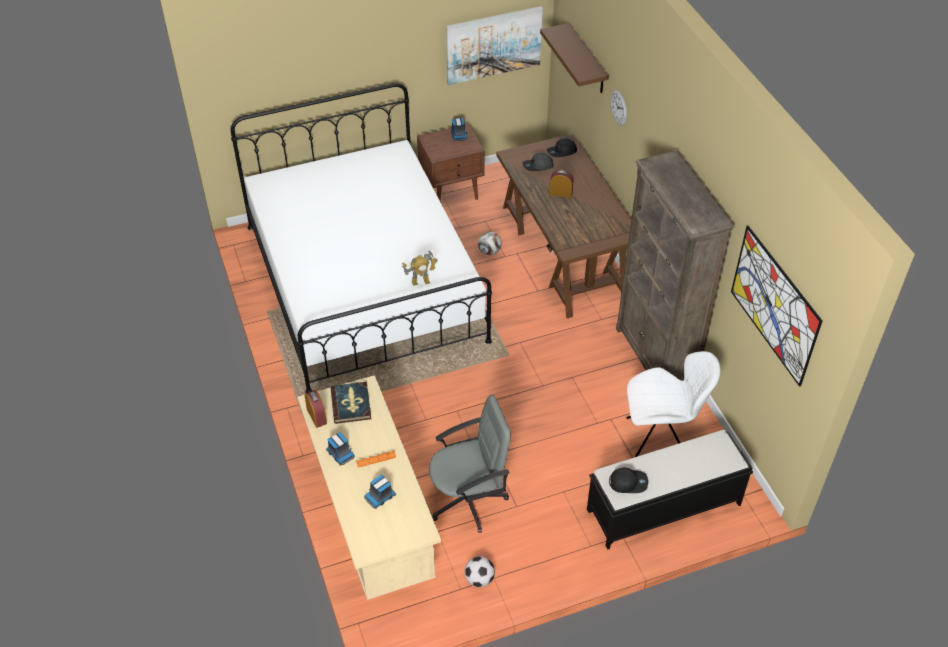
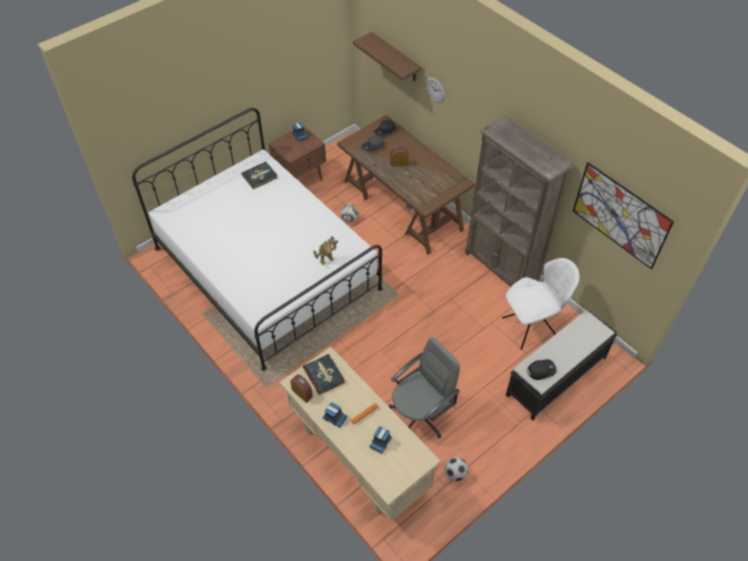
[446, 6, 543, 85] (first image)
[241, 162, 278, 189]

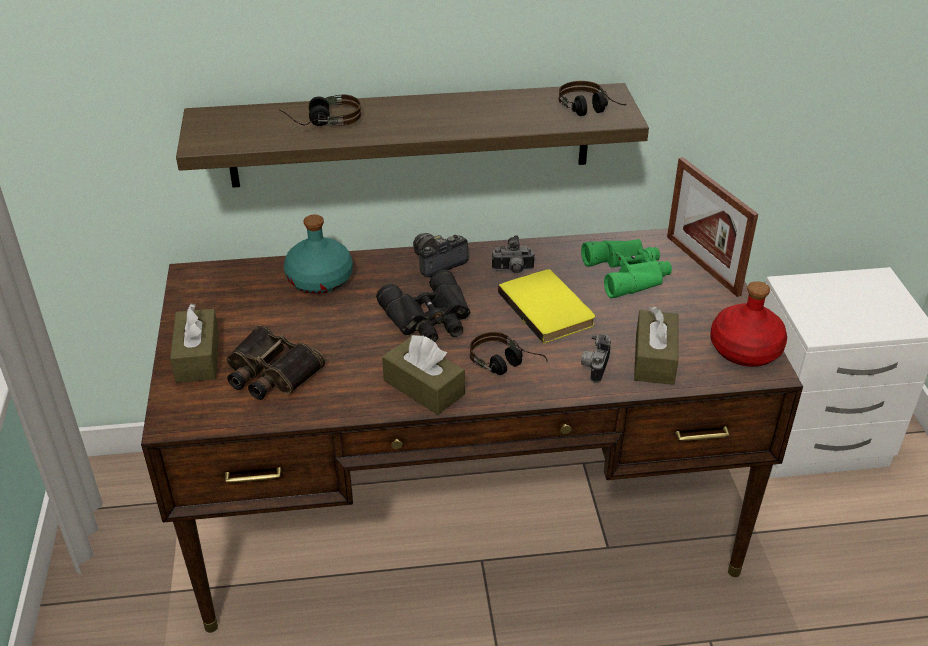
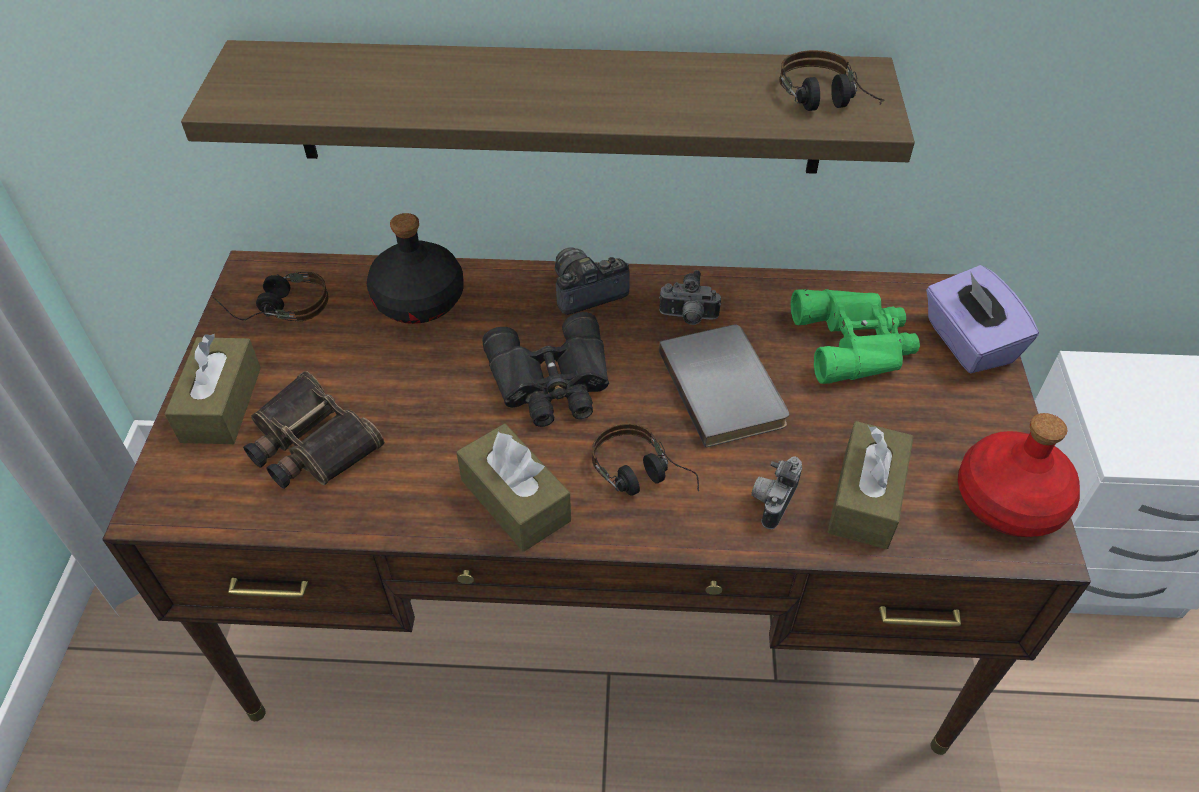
[213, 272, 328, 322]
[926, 265, 1039, 373]
[367, 213, 464, 324]
[659, 325, 789, 448]

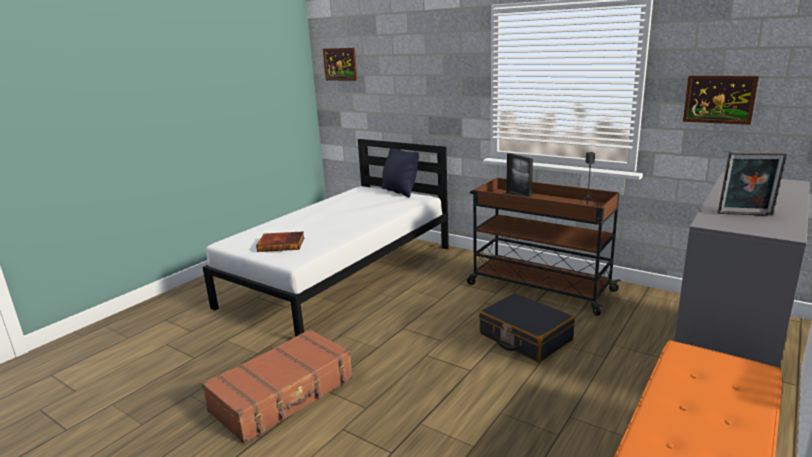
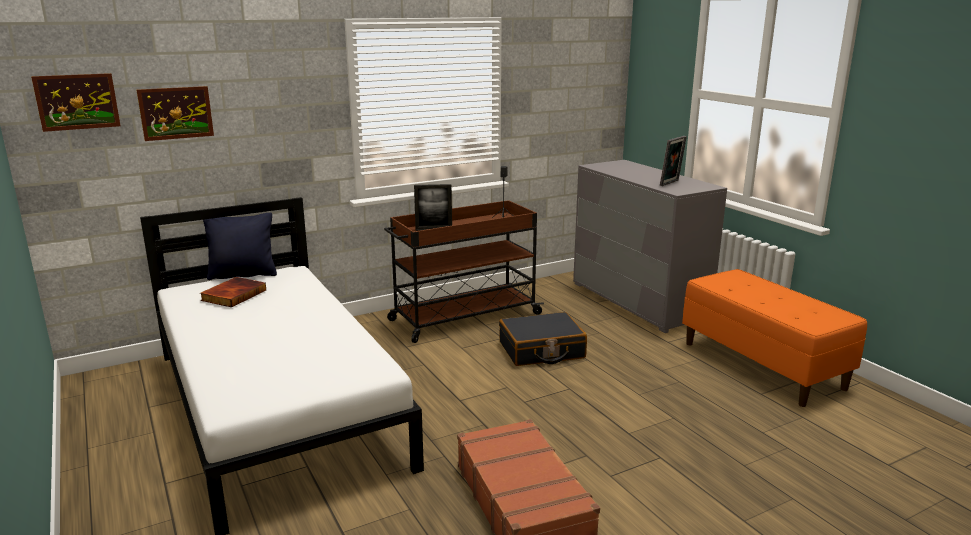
[200, 277, 266, 307]
[136, 86, 214, 141]

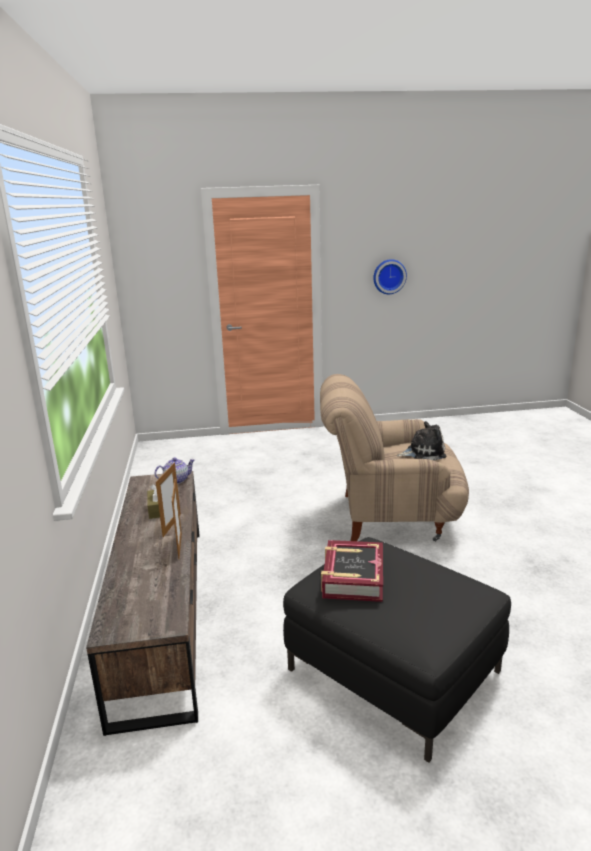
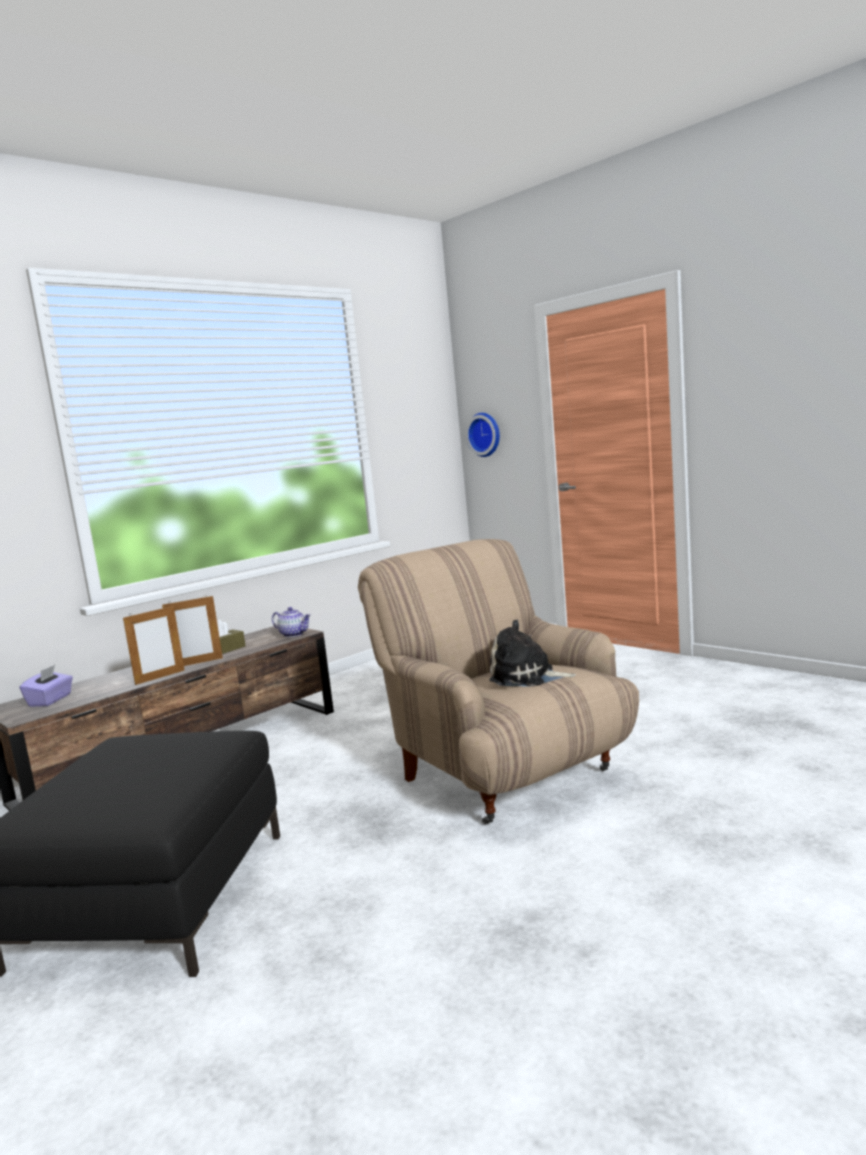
[321, 540, 383, 602] (first image)
[20, 665, 73, 707]
[466, 413, 500, 457]
[489, 619, 576, 686]

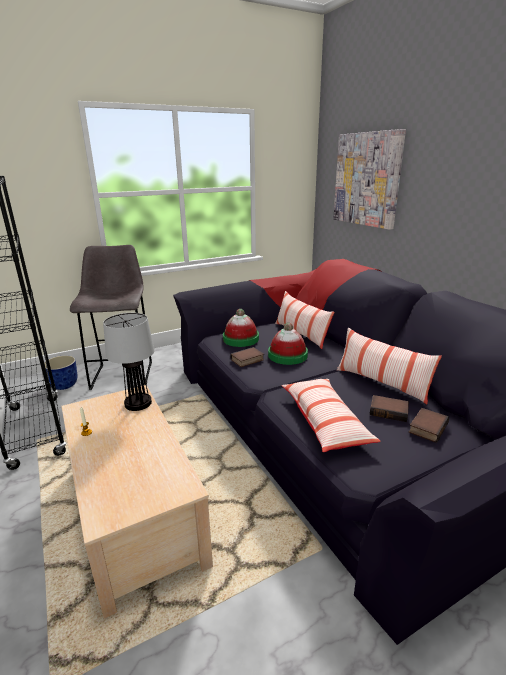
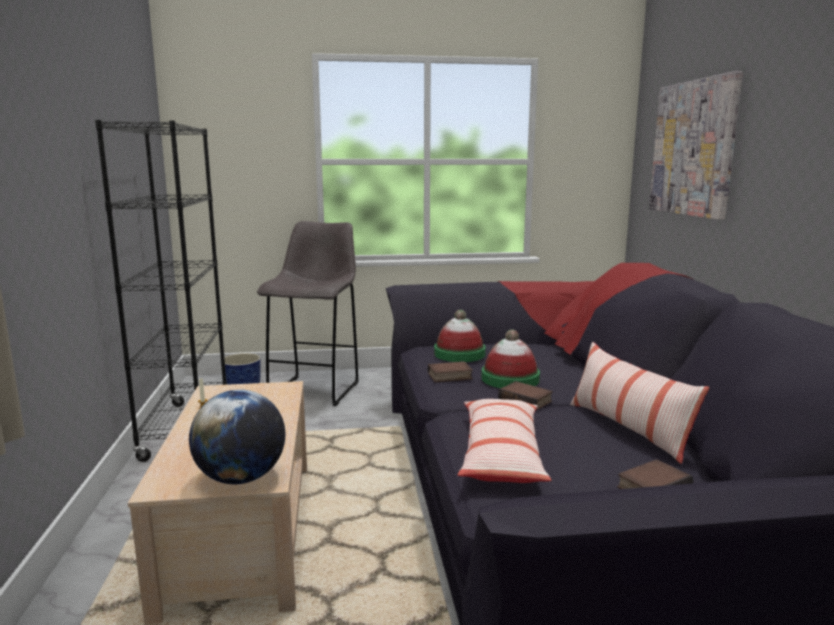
[103, 313, 155, 411] (first image)
[275, 291, 334, 349] (first image)
[189, 389, 285, 484]
[498, 381, 553, 410]

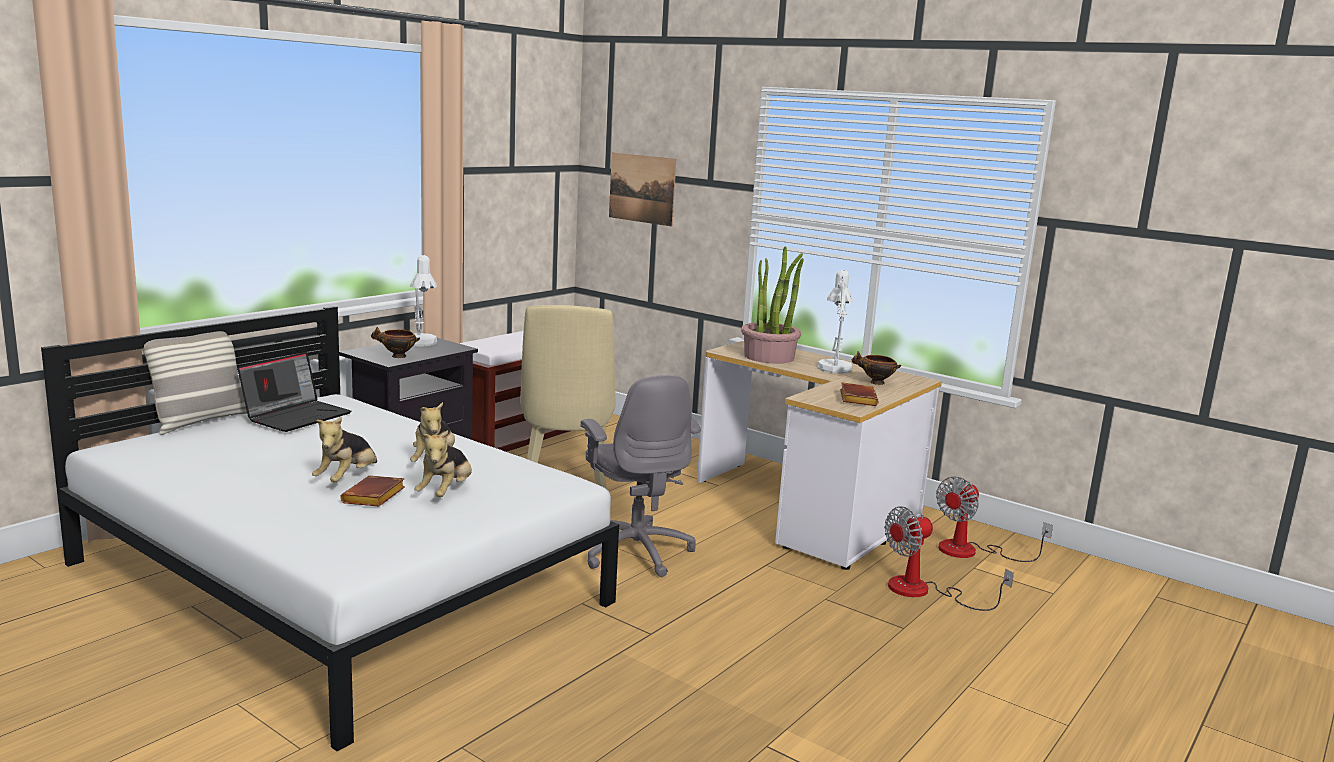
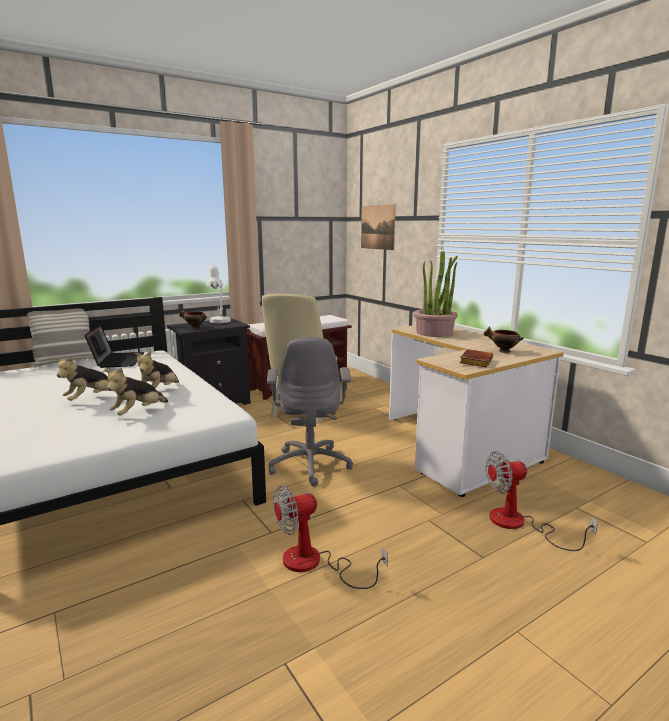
[340, 475, 405, 506] (first image)
[818, 269, 853, 374] (first image)
[273, 485, 388, 589]
[84, 324, 145, 368]

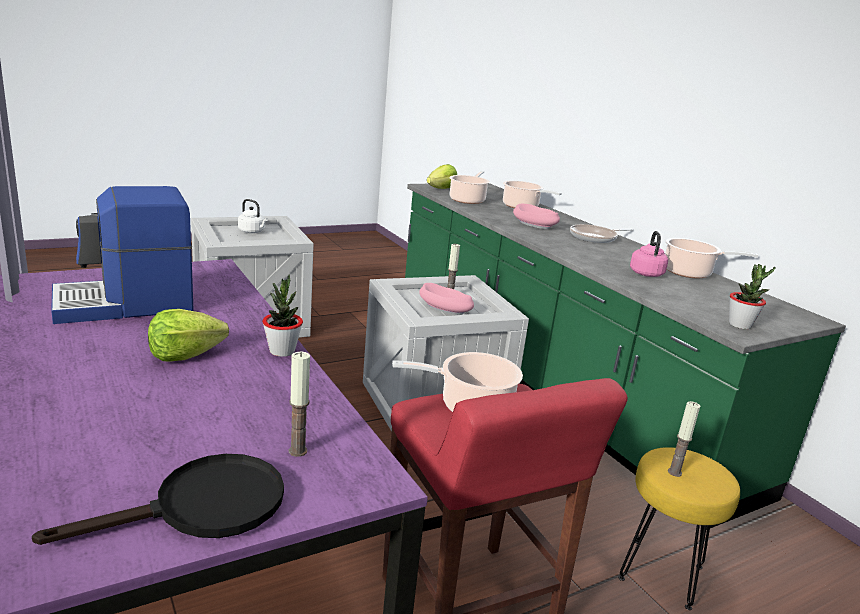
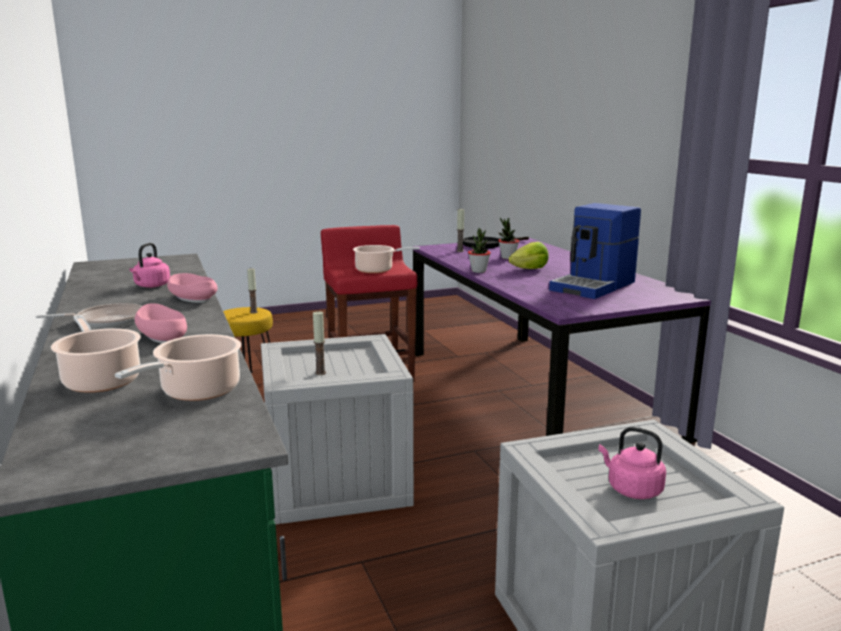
[427, 164, 457, 189] (first image)
[665, 238, 758, 279] (first image)
[167, 273, 218, 303]
[498, 217, 519, 259]
[599, 427, 666, 499]
[549, 203, 641, 299]

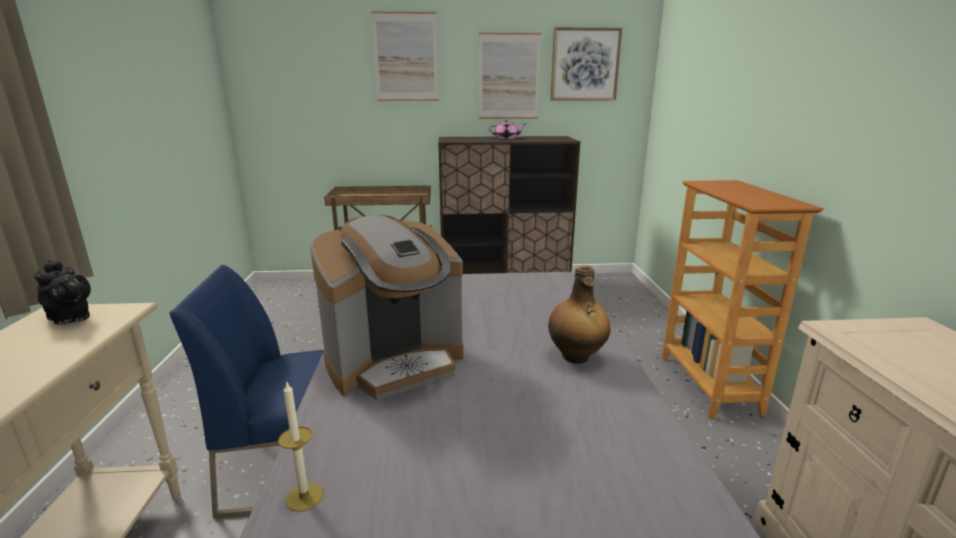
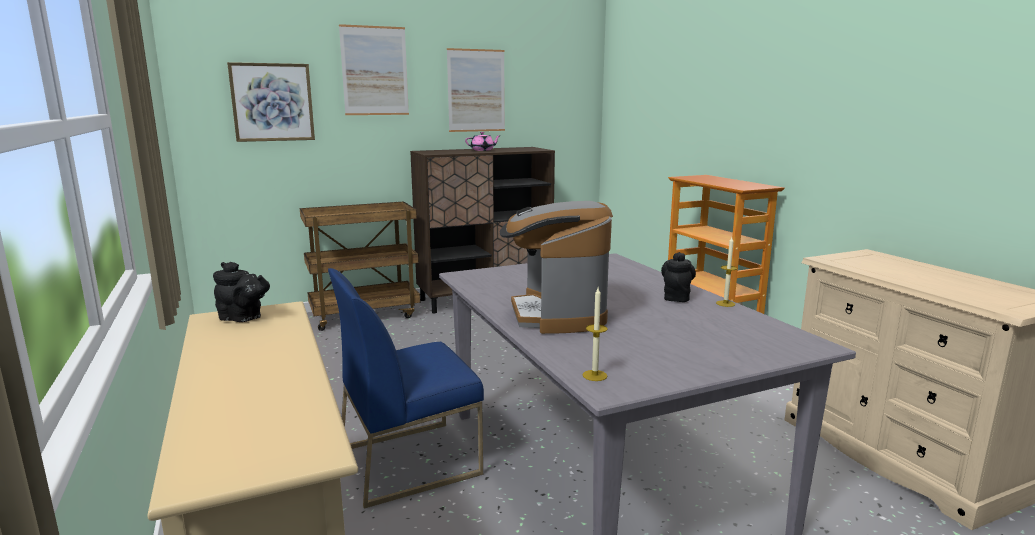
[716, 237, 737, 307]
[227, 62, 315, 142]
[661, 252, 696, 302]
[500, 201, 613, 334]

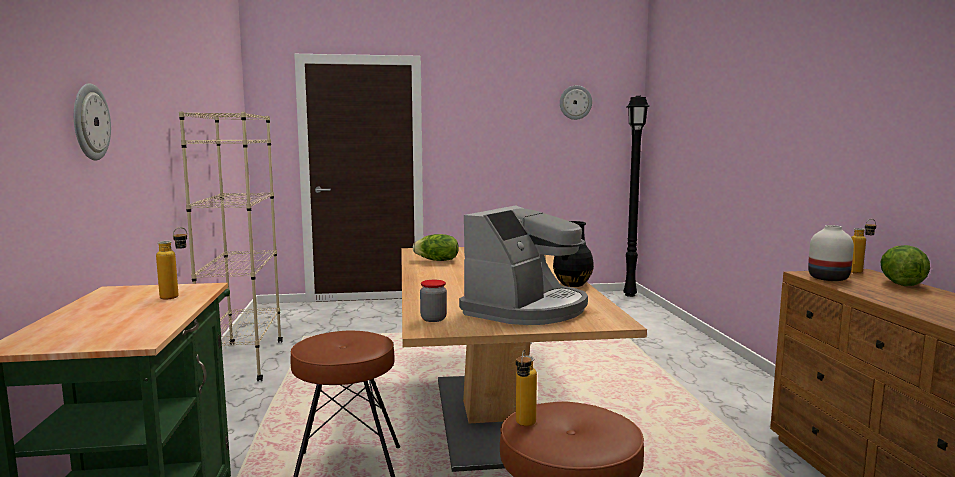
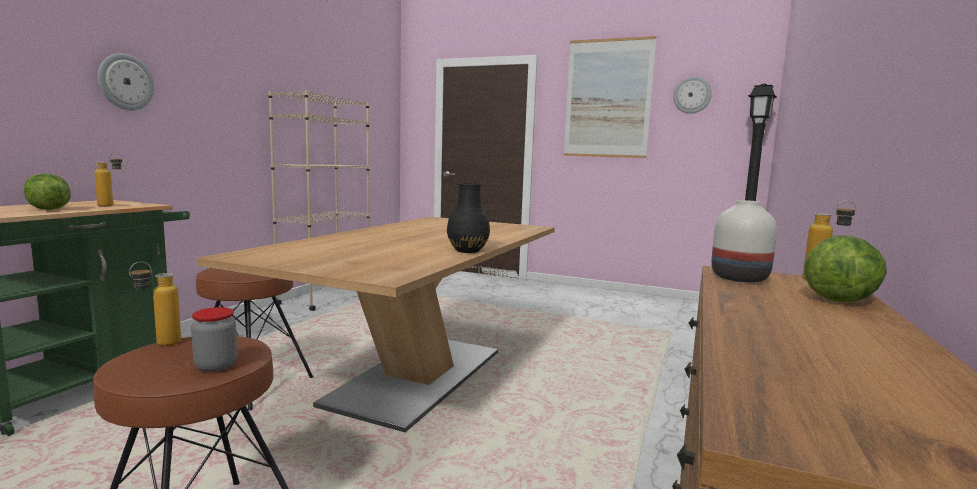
[459, 205, 588, 325] (first image)
[564, 36, 656, 158]
[24, 174, 71, 210]
[191, 307, 237, 372]

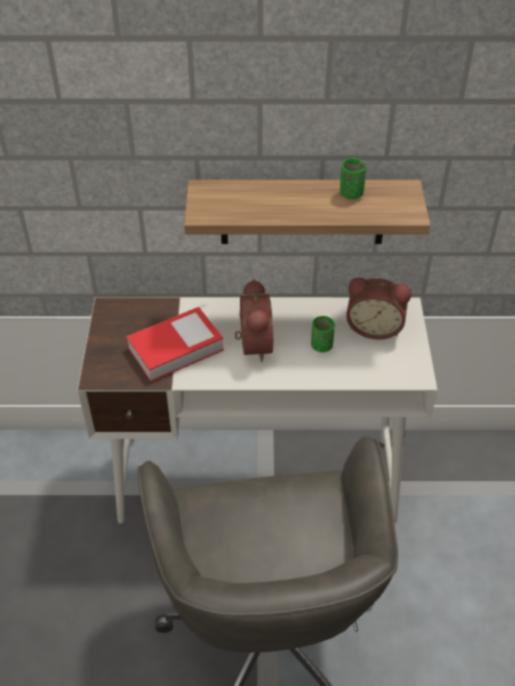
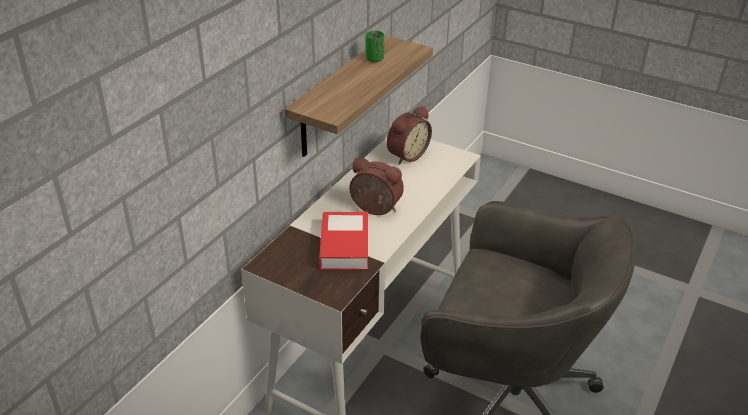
[311, 316, 335, 352] (first image)

